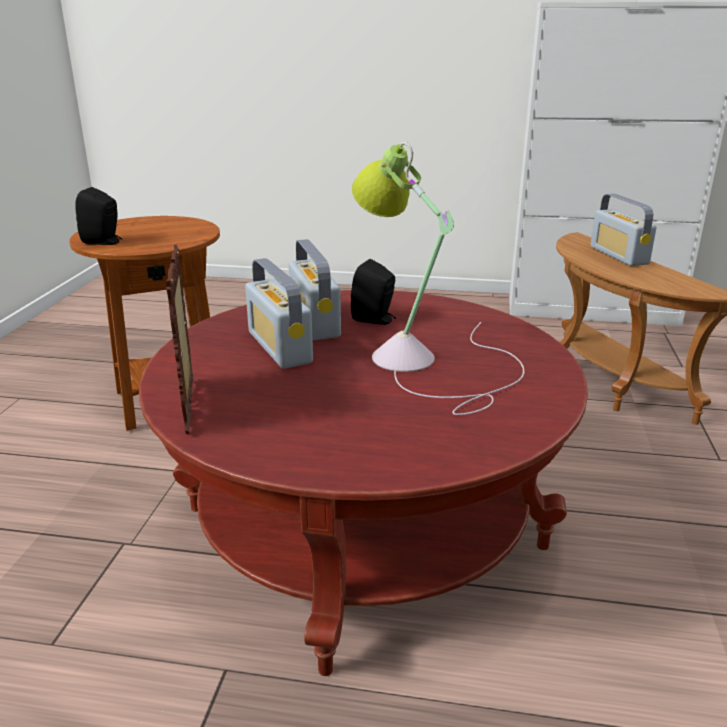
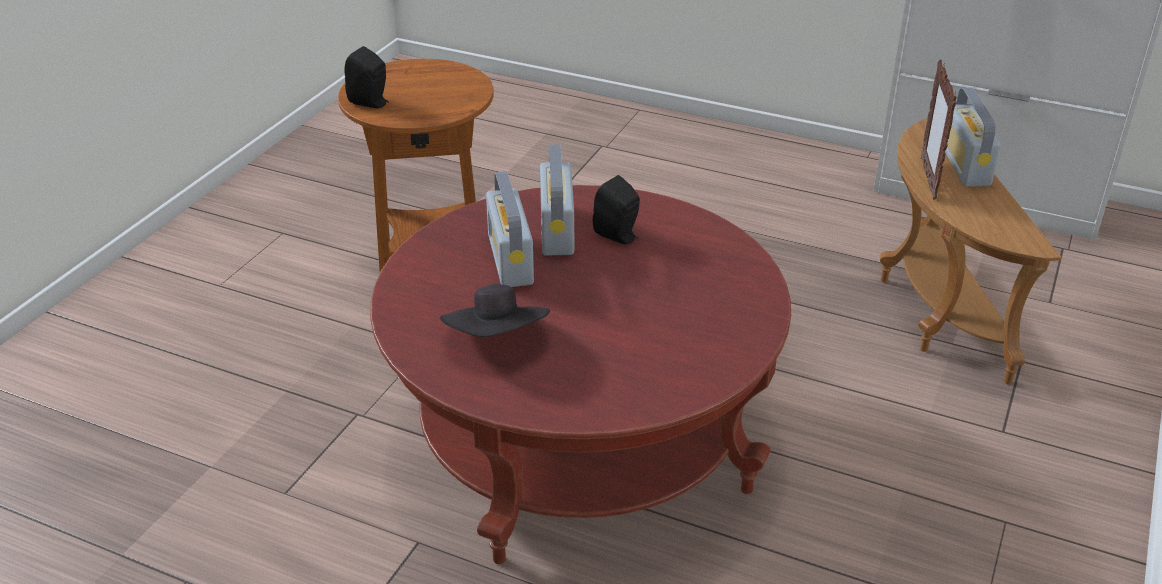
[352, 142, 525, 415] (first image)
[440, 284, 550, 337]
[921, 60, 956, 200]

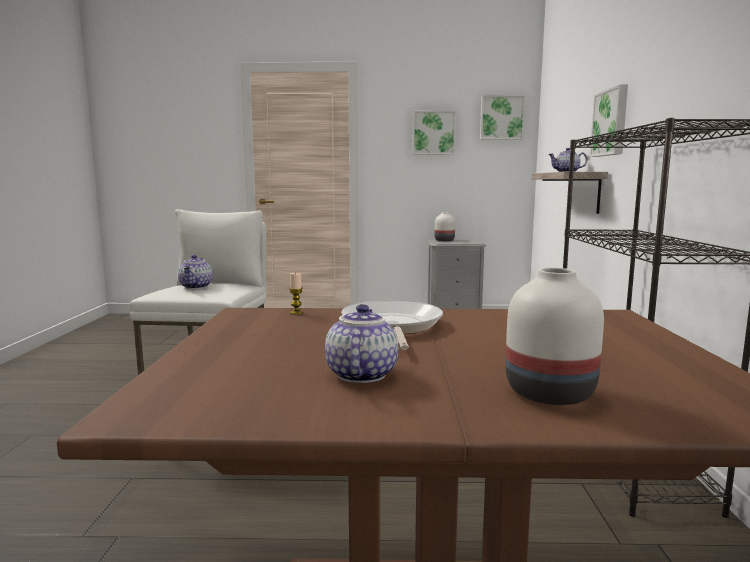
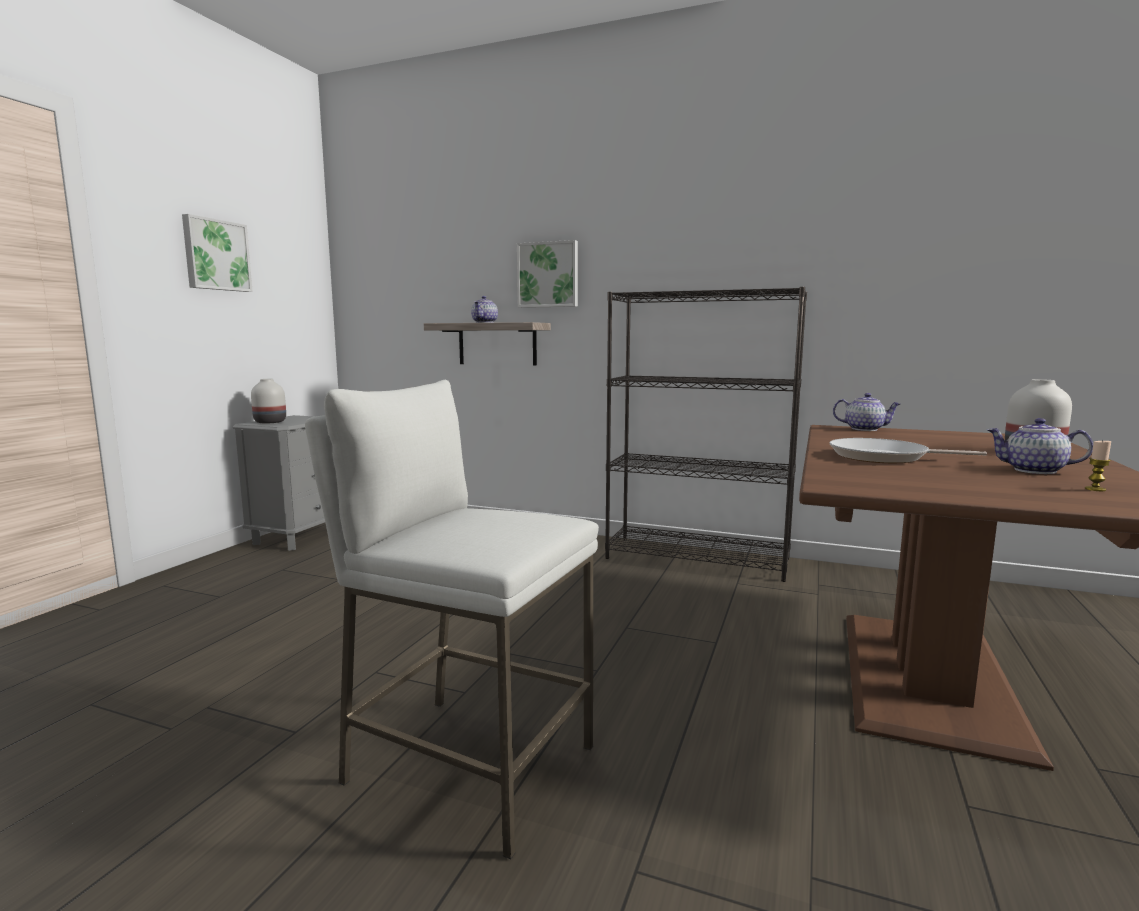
[480, 95, 526, 140] (first image)
[833, 393, 901, 431]
[1085, 440, 1111, 491]

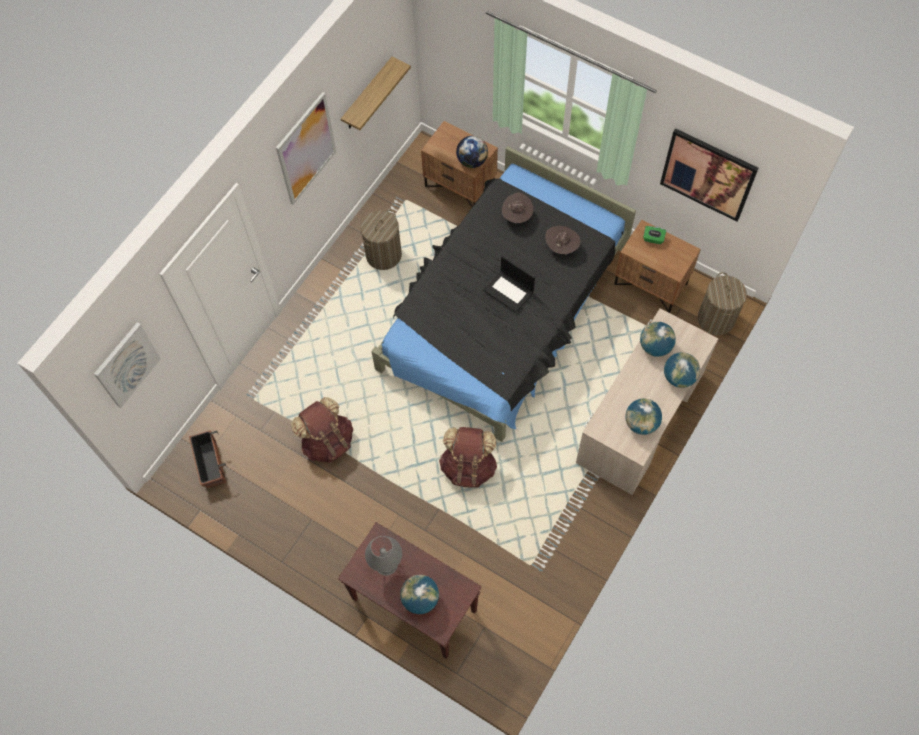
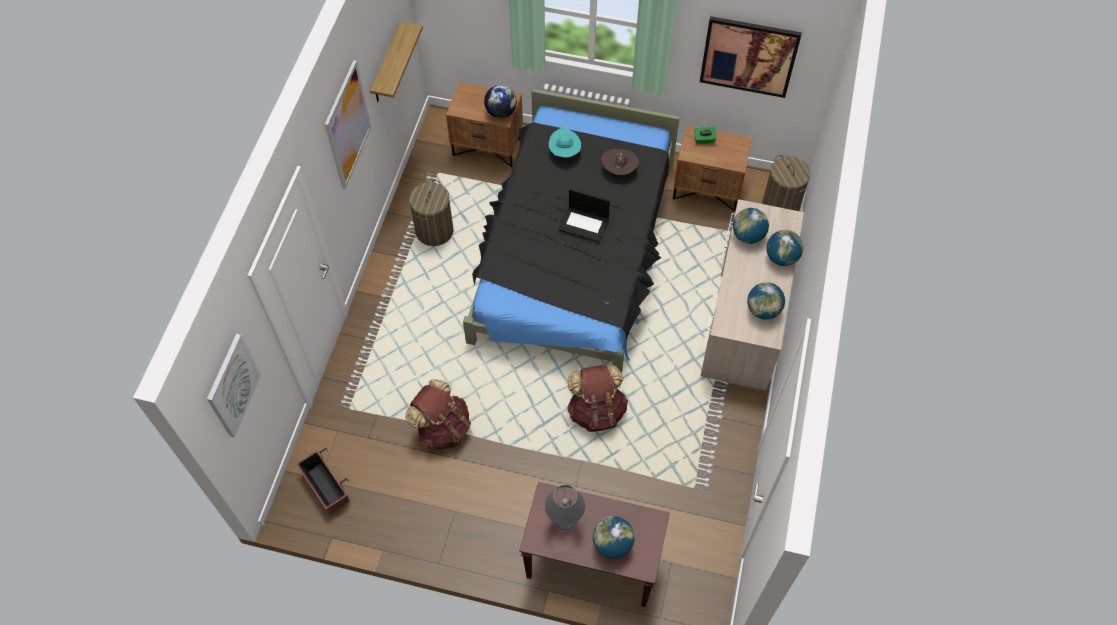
[549, 128, 581, 157]

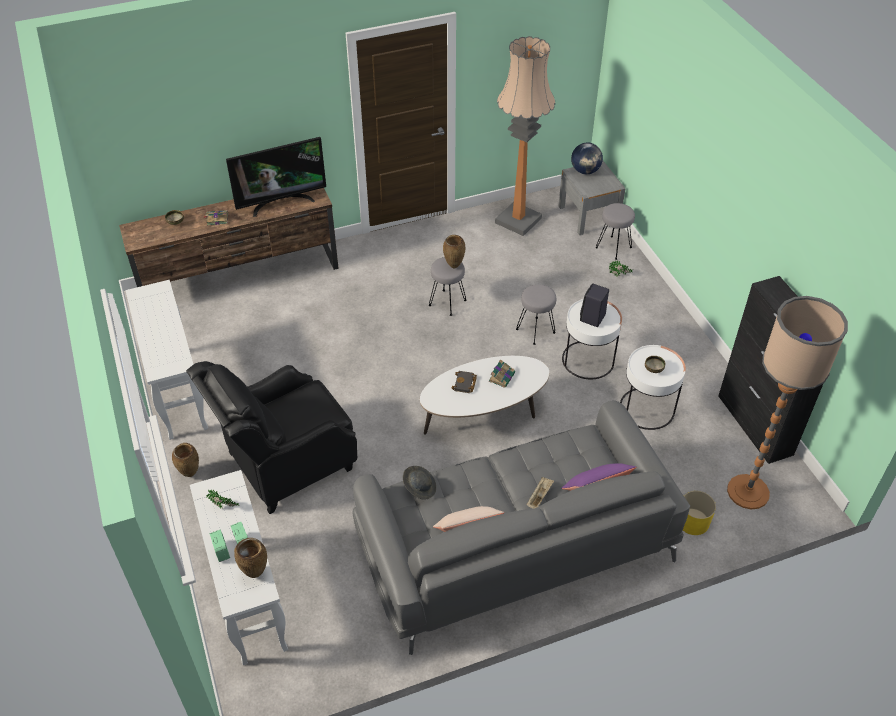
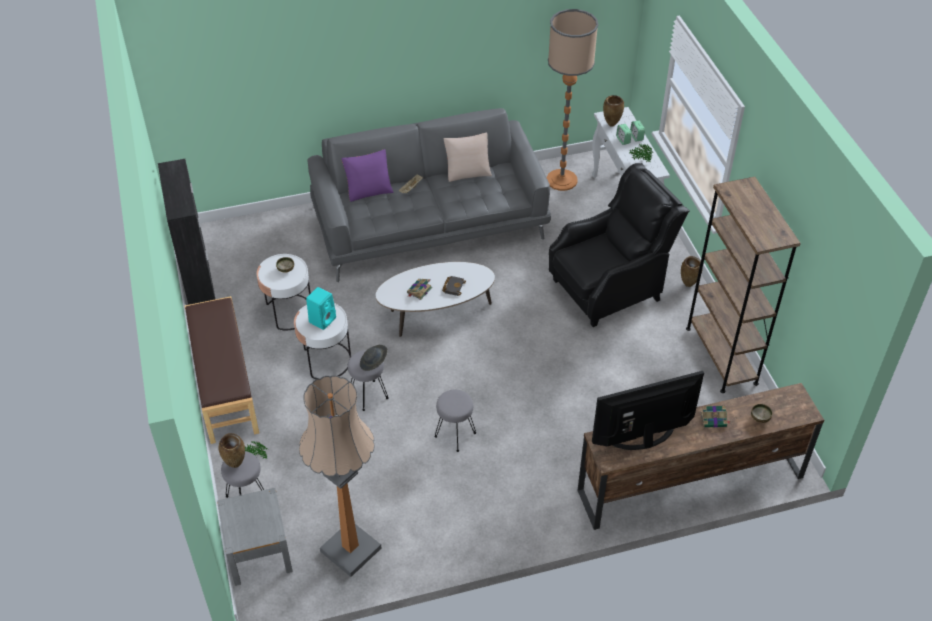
[571, 142, 603, 174] (first image)
[683, 491, 716, 535] (first image)
[185, 296, 259, 444]
[360, 345, 388, 371]
[218, 433, 245, 468]
[546, 9, 598, 191]
[686, 177, 801, 393]
[306, 287, 336, 330]

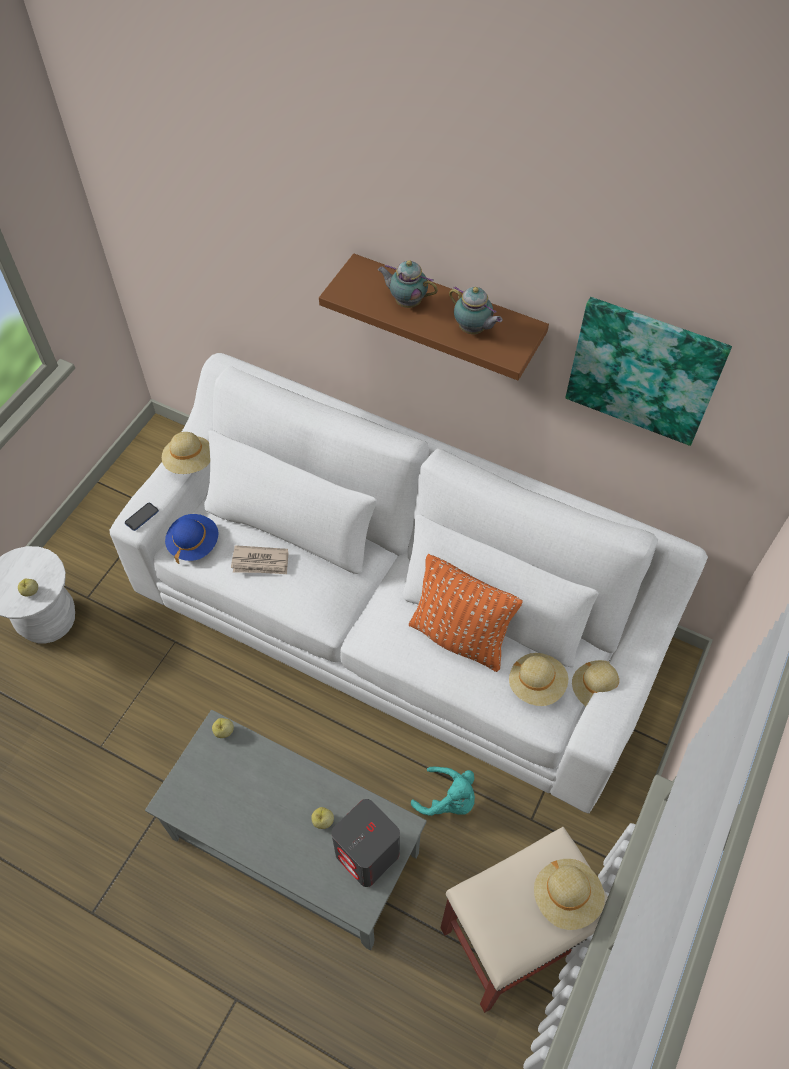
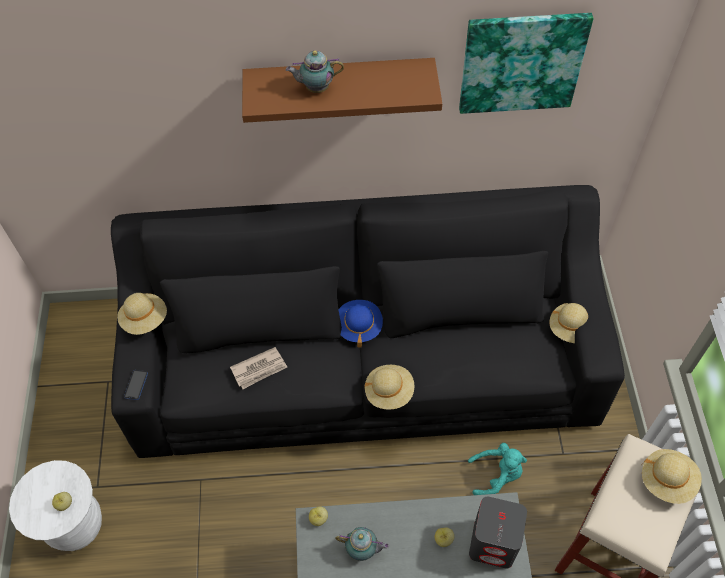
[409, 554, 523, 672] (first image)
[339, 300, 383, 348]
[335, 527, 389, 561]
[364, 365, 415, 410]
[111, 185, 625, 458]

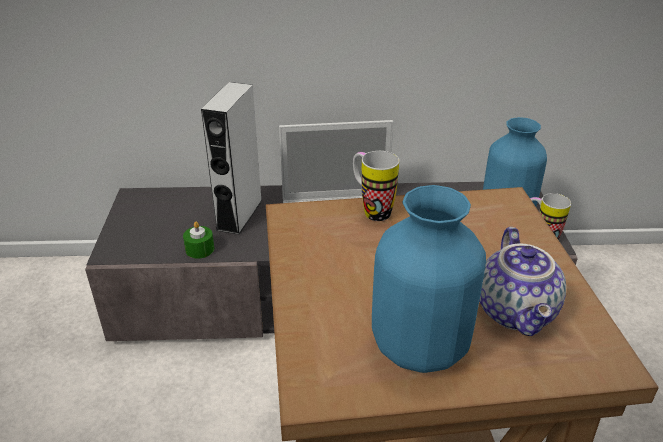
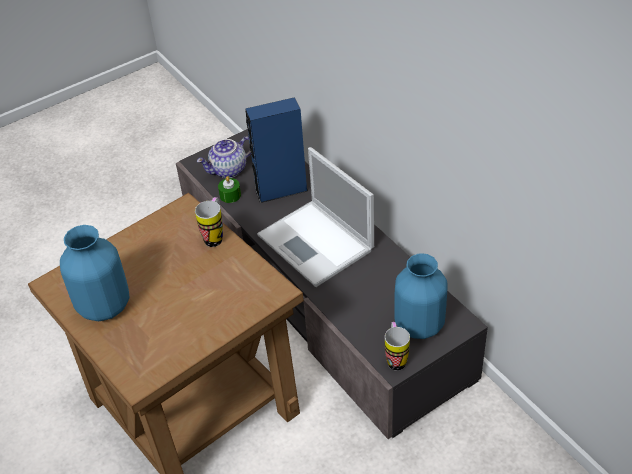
[197, 137, 251, 178]
[245, 97, 308, 203]

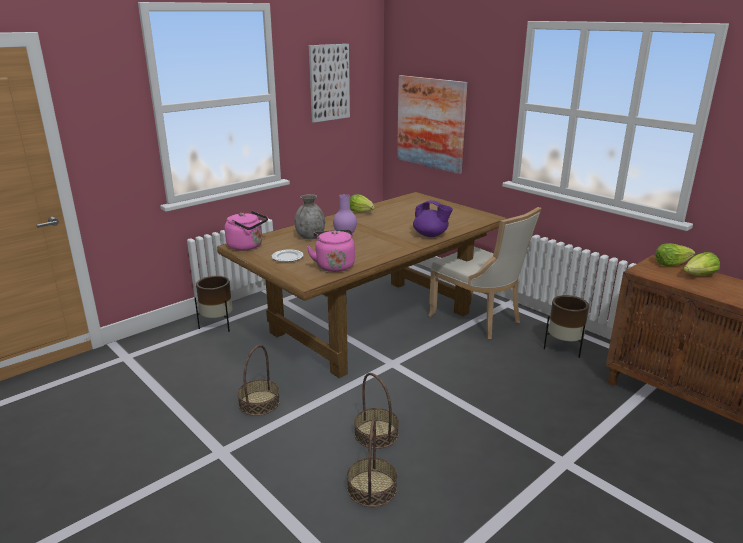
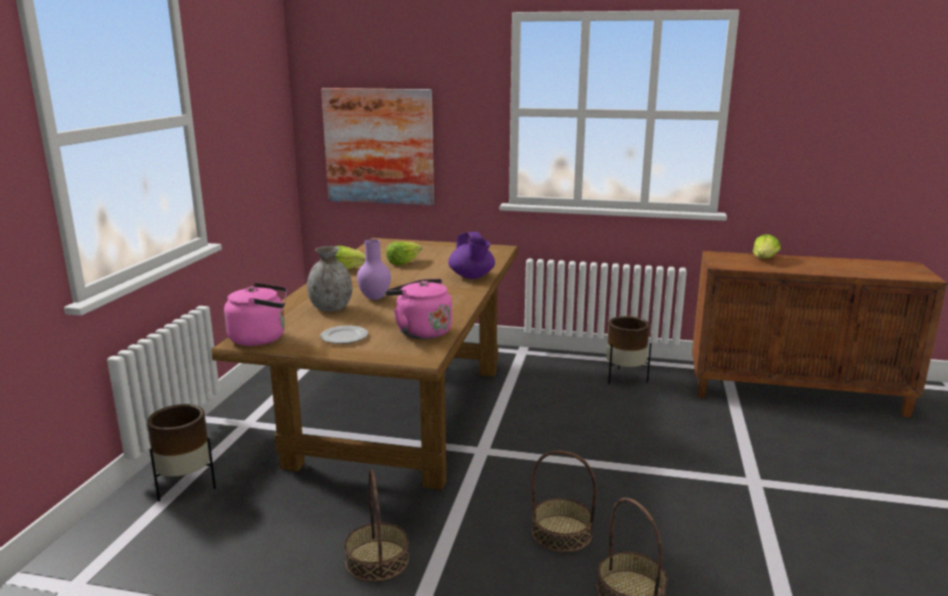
[309, 44, 350, 123] (first image)
[428, 207, 541, 339] (first image)
[386, 242, 422, 265]
[448, 232, 495, 279]

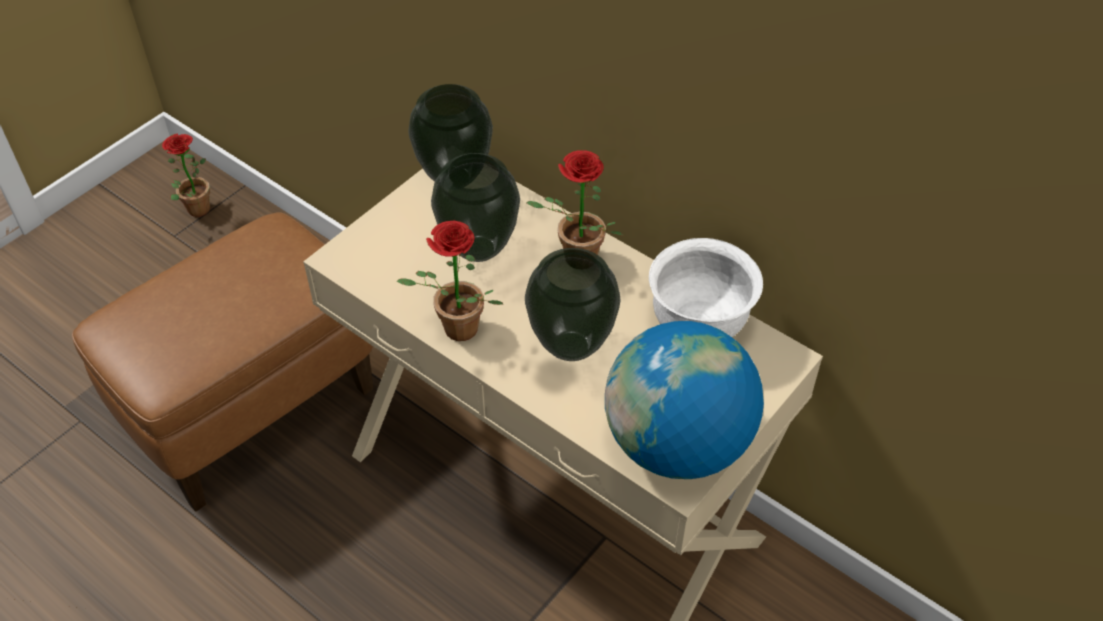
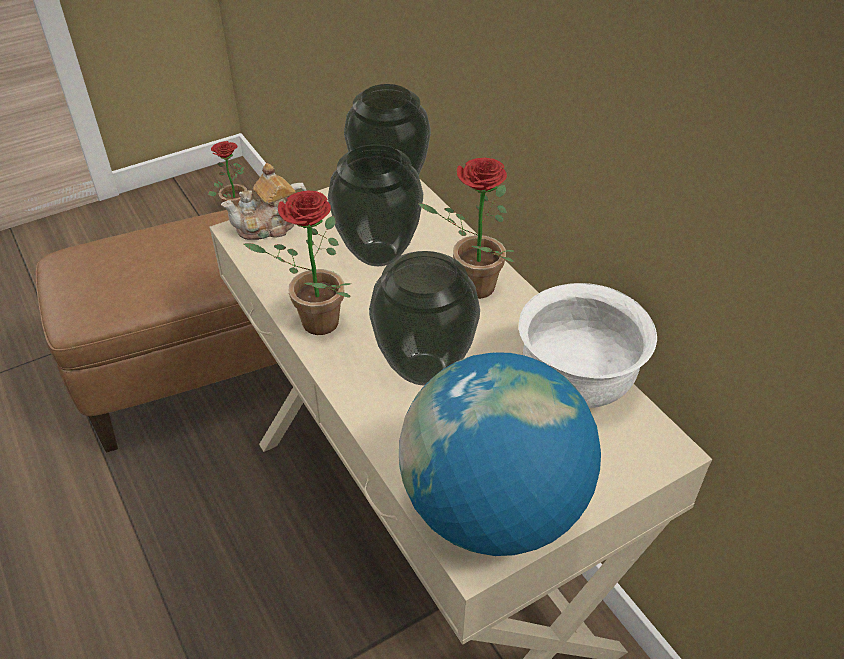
[221, 163, 307, 240]

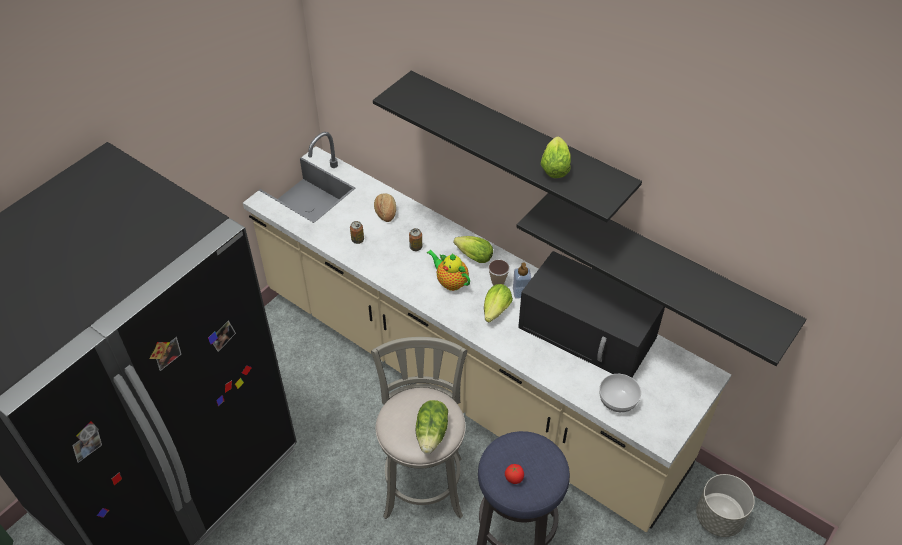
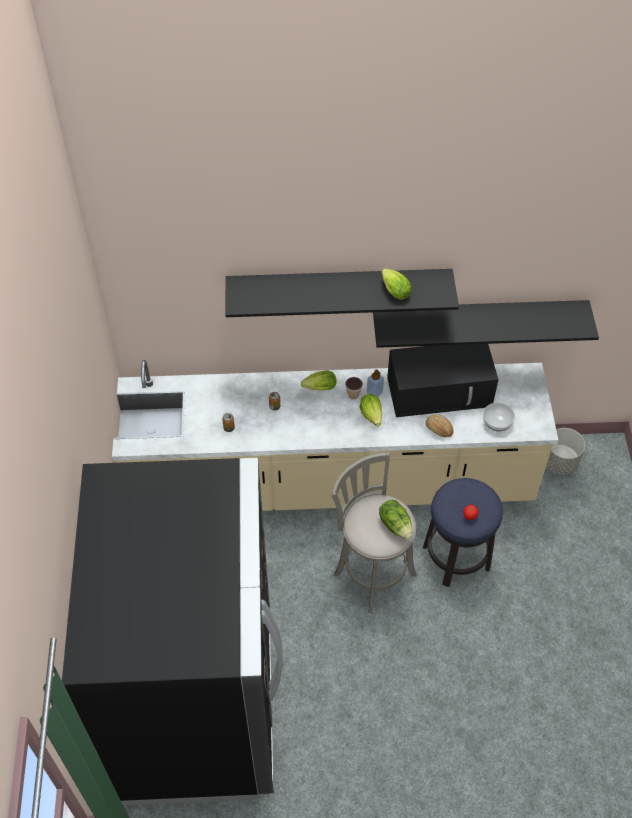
[427, 250, 470, 291] (first image)
[426, 414, 453, 437]

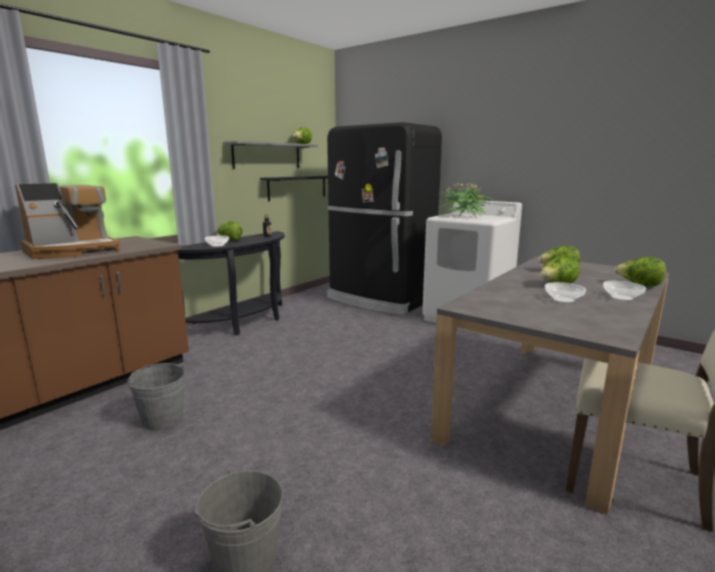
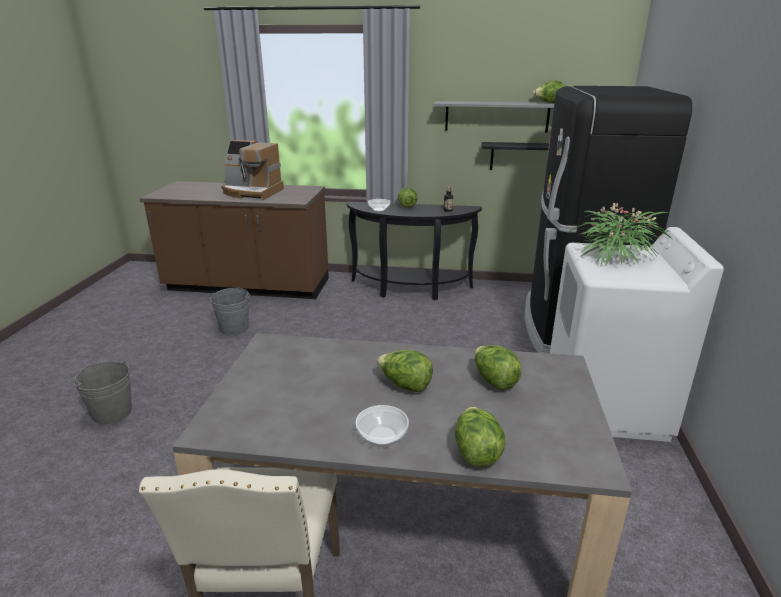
[545, 282, 586, 303] (first image)

